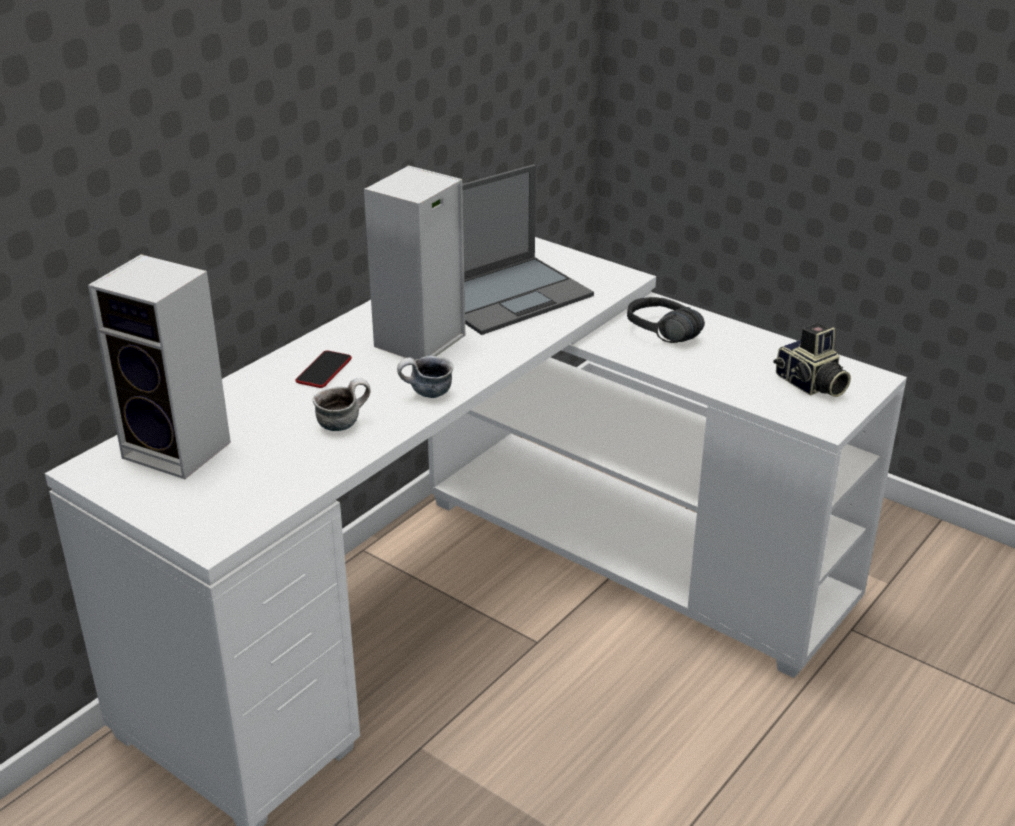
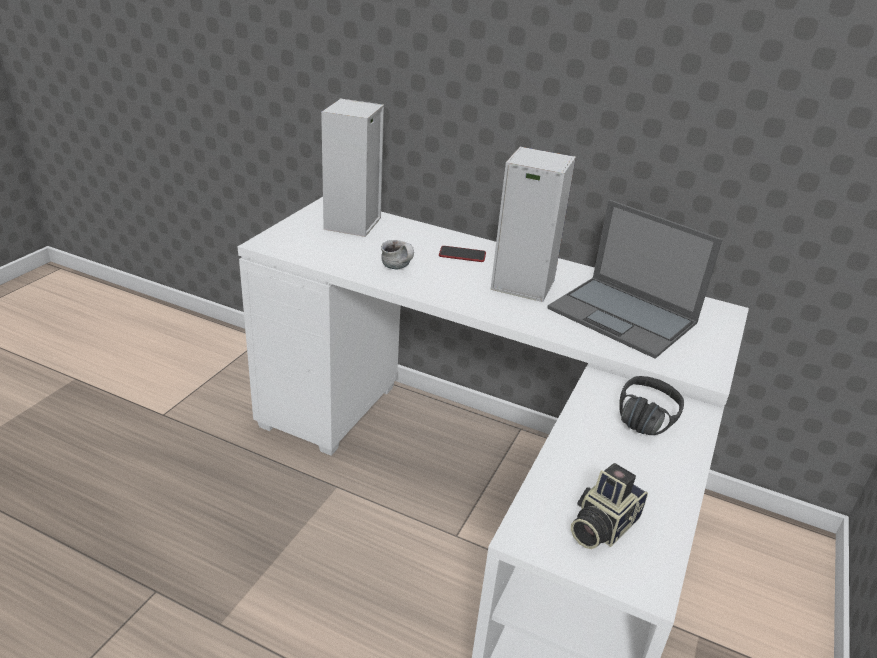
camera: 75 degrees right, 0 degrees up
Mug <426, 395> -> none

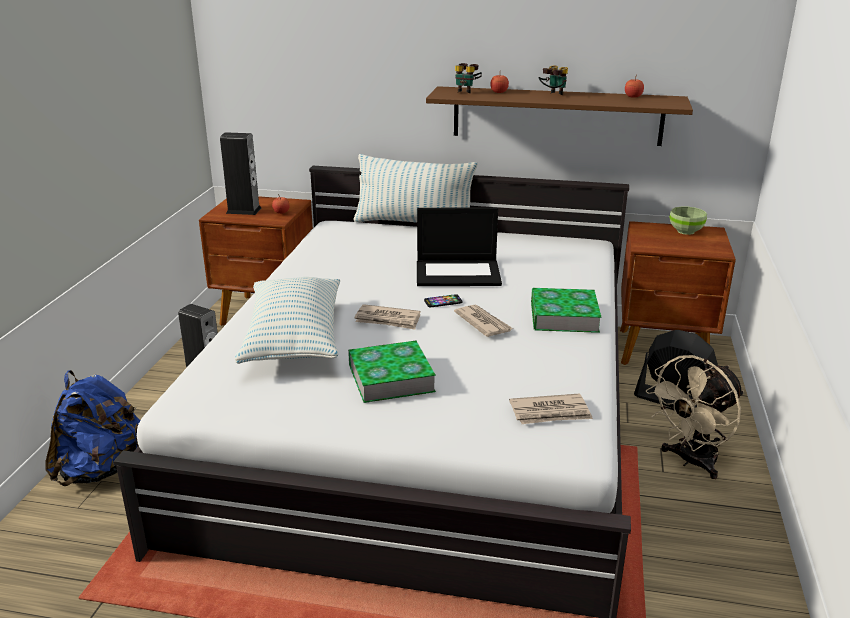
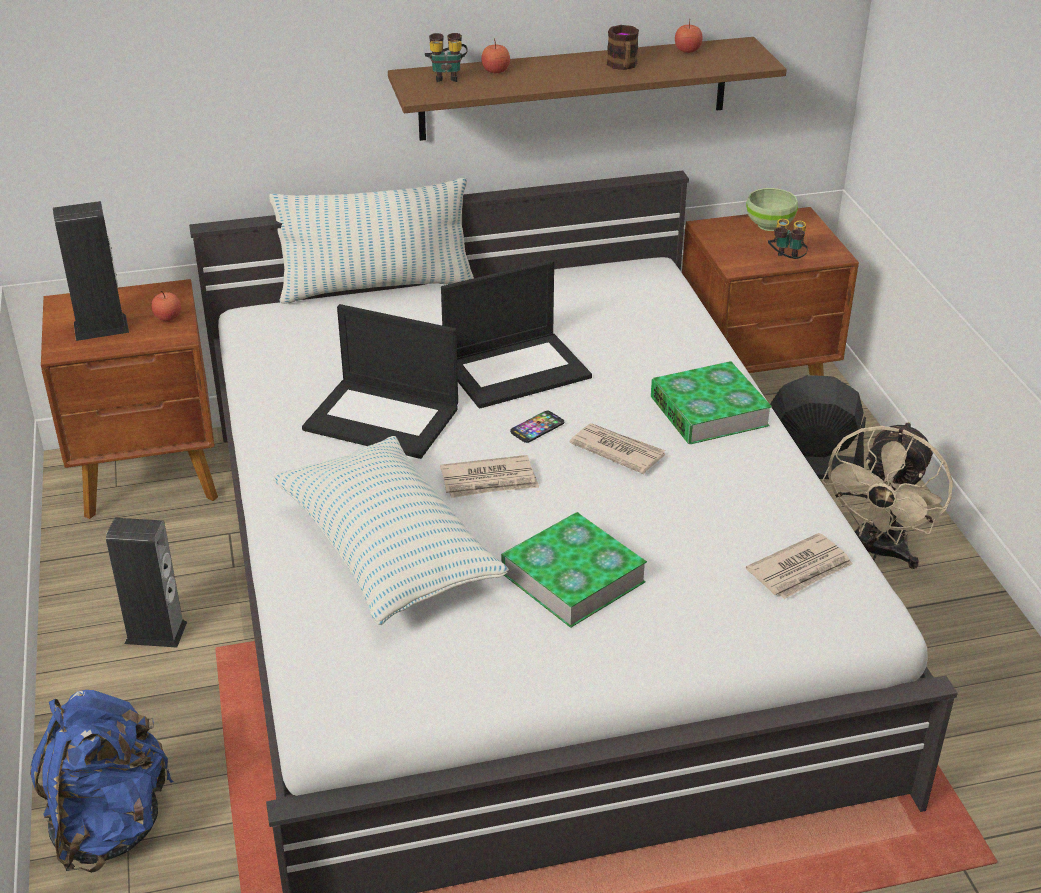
camera: 25 degrees left, 10 degrees up
Binoculars <552, 95> -> Binoculars <786, 261>, relocated
none -> Laptop <384, 418>
none -> Mug <623, 66>

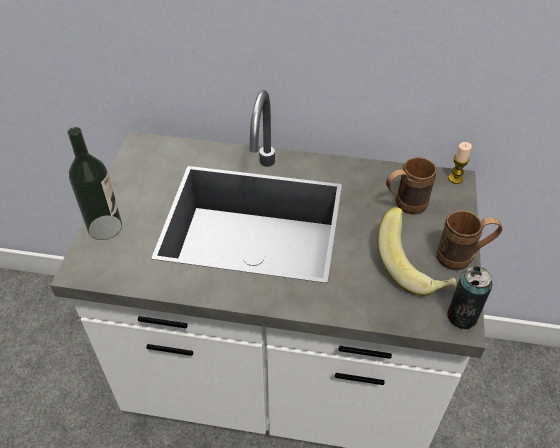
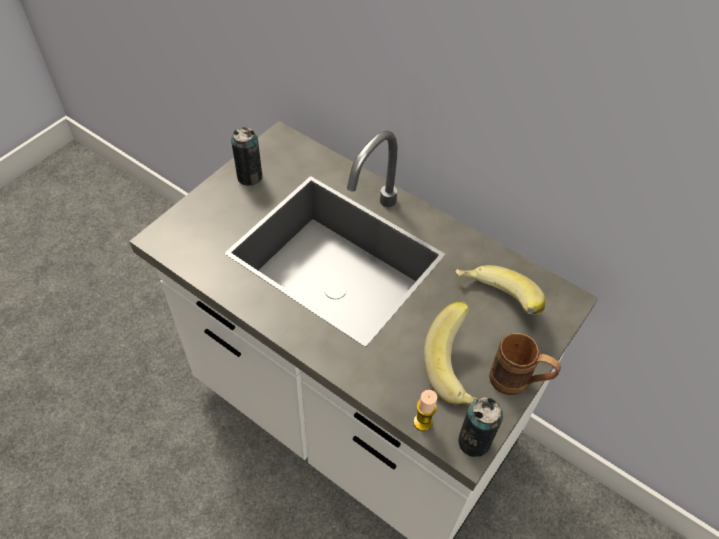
camera: 25 degrees right, 5 degrees up
Bottle <105, 227> -> none
BrownMug <404, 205> -> Banana <494, 303>
Candle <455, 178> -> Candle <422, 422>, relocated
none -> Can <249, 177>

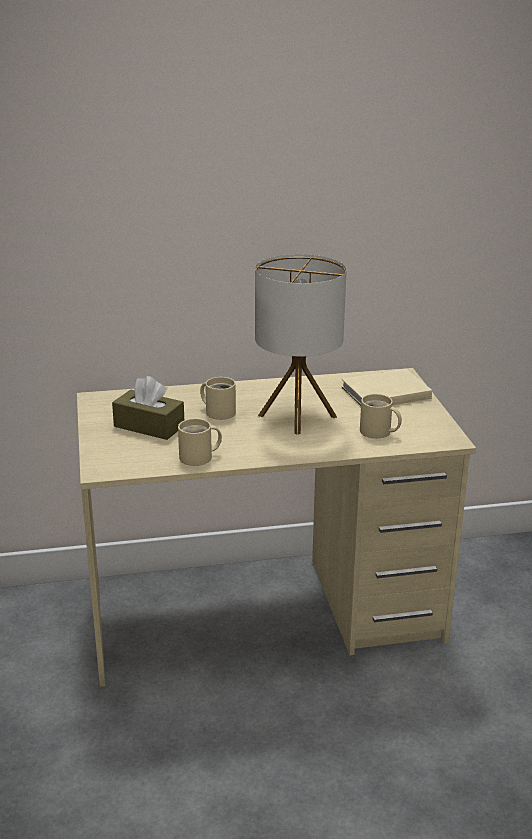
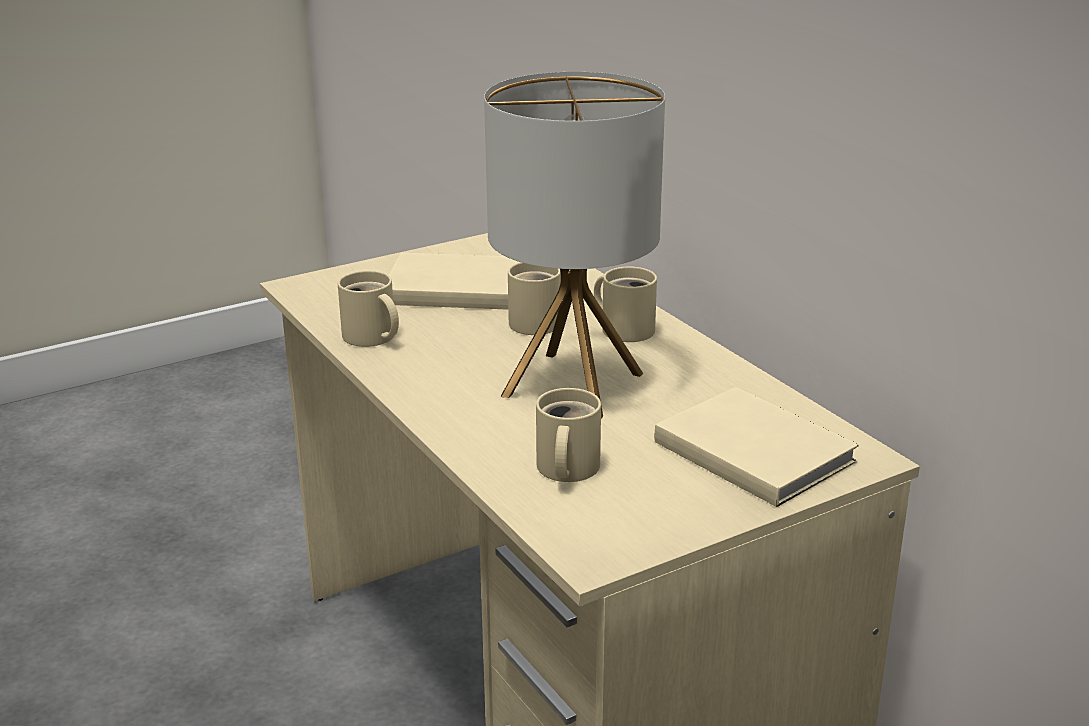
camera: 70 degrees right, 0 degrees up
BrownTissueBox <149, 426> -> BeigeBook <450, 286>
none -> BeigeMug <625, 328>

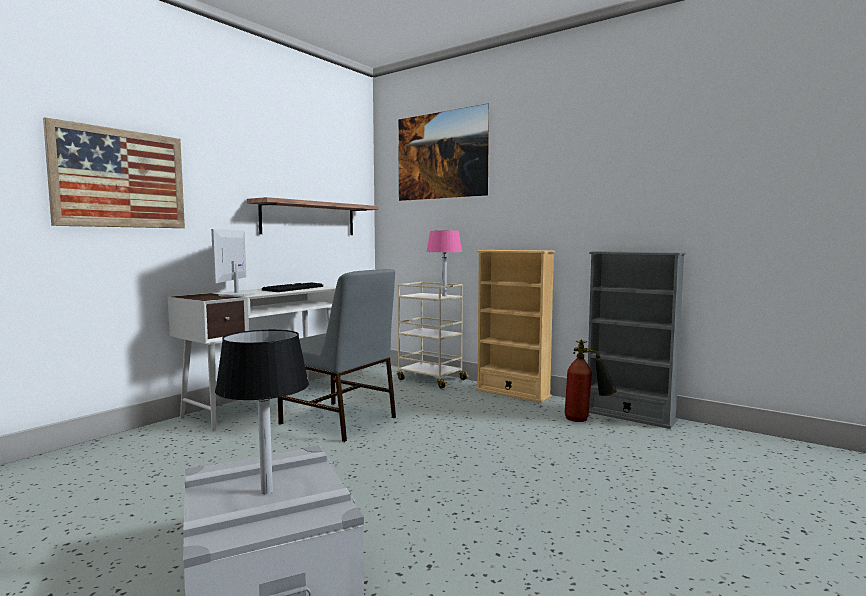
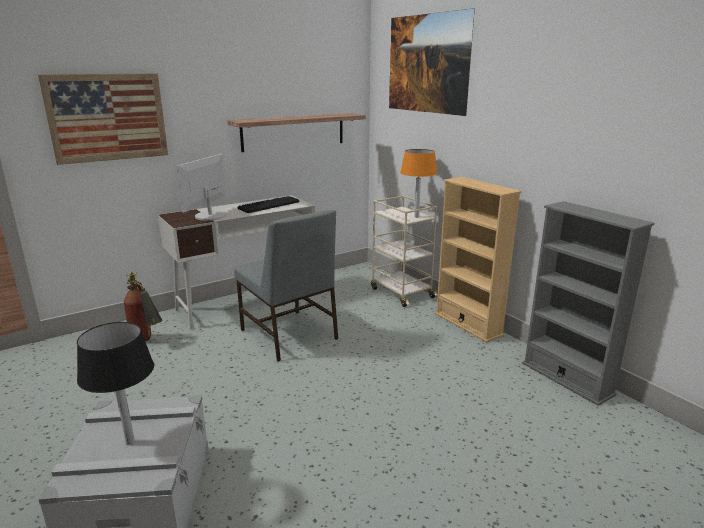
camera: 20 degrees right, 15 degrees up
PinkTableLamp <444, 296> -> OrangeTableLamp <416, 217>
FireExtinguisher <586, 420> -> FireExtinguisher <146, 341>, relocated

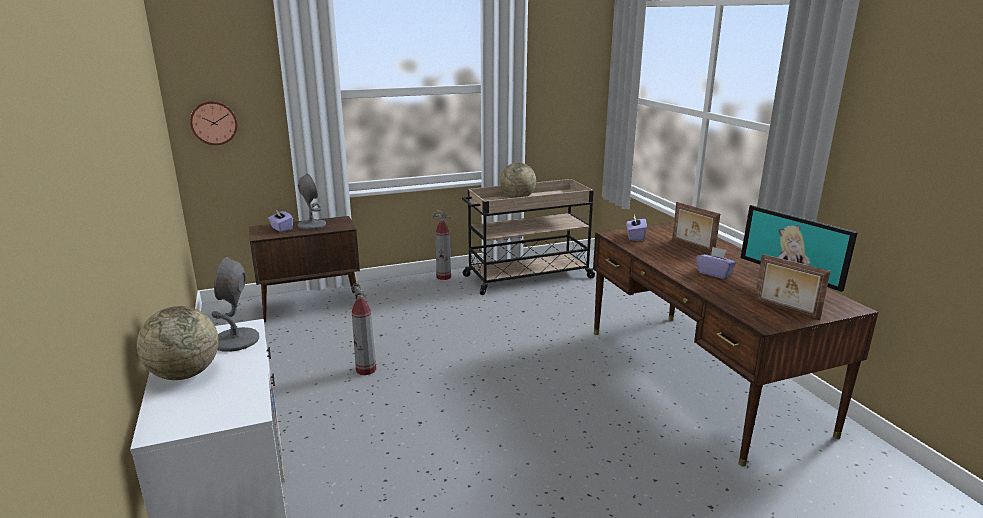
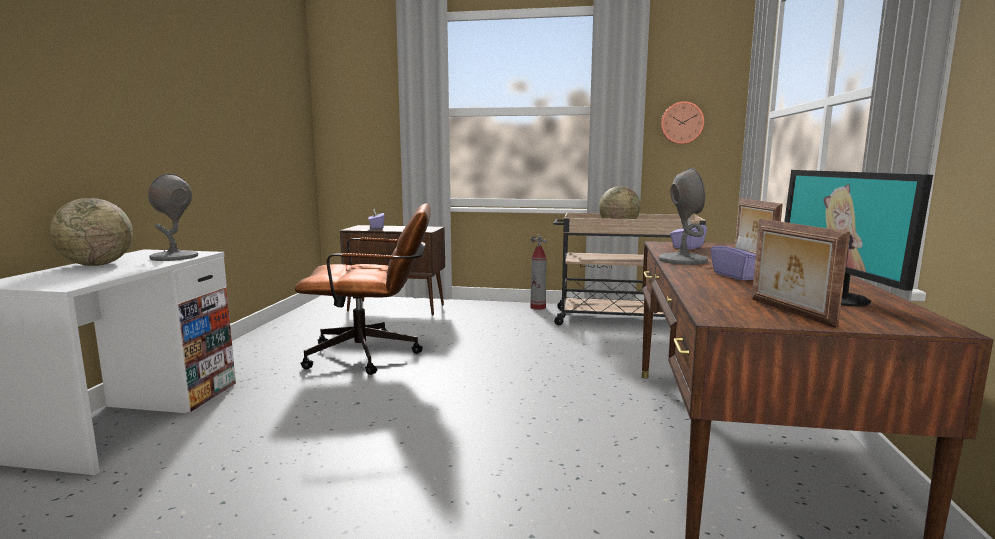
camera: 30 degrees right, 10 degrees down
WallClock <214, 122> -> WallClock <681, 123>, relocated
GreyTableLamp <311, 225> -> GreyTableLamp <682, 260>, relocated
FireExtinguisher <366, 370> -> BrownOfficeChair <373, 355>

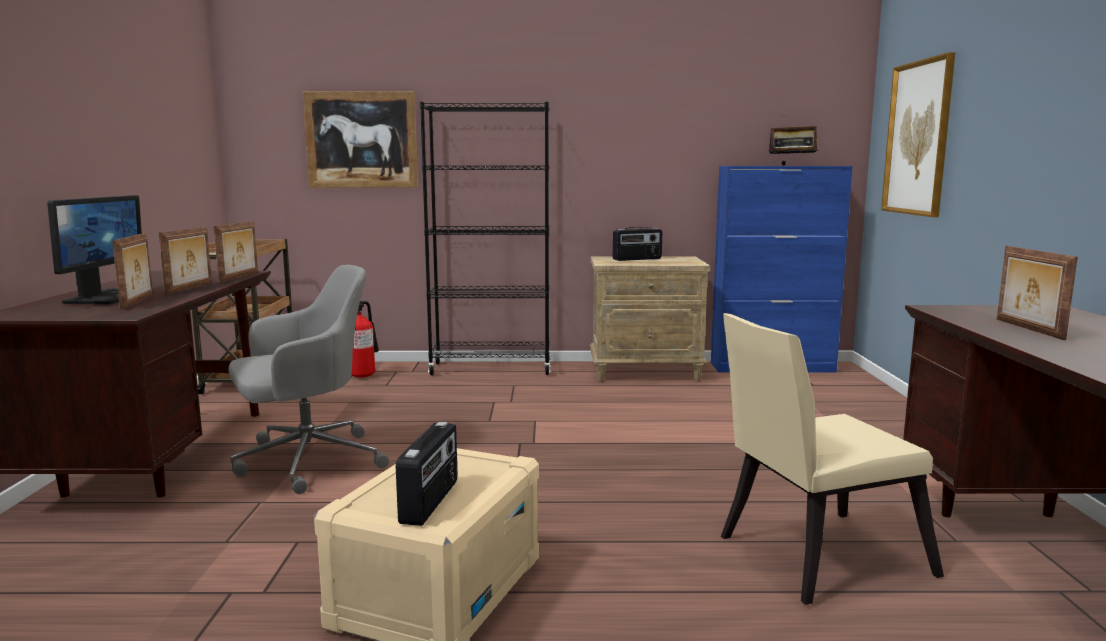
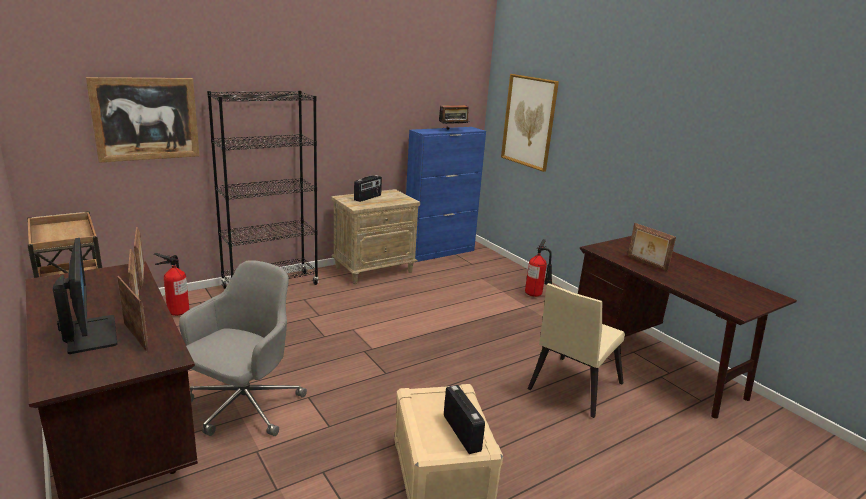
camera: 35 degrees left, 10 degrees up
none -> FireExtinguisher <536, 295>

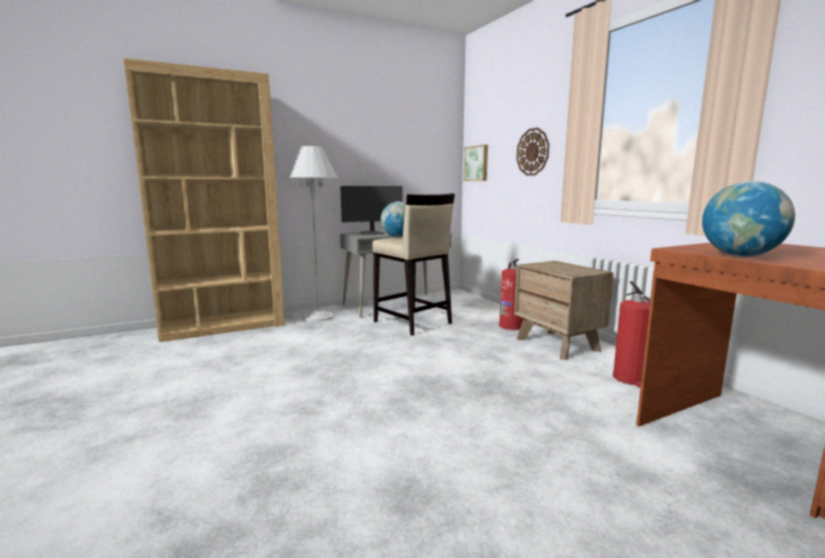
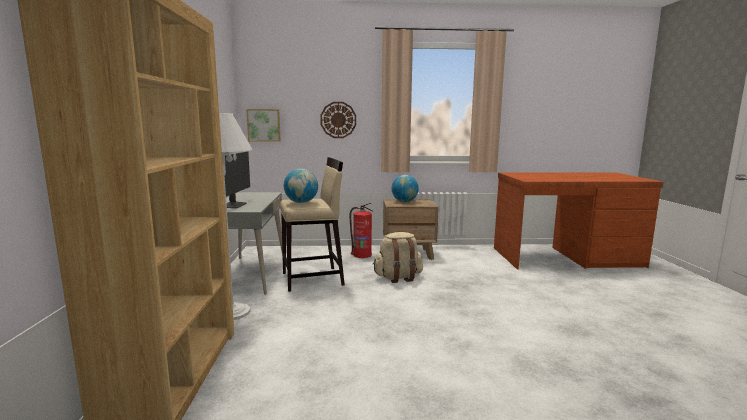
camera: 65 degrees left, 0 degrees up
FireExtinguisher <630, 378> -> none
Globe <740, 256> -> Globe <404, 201>, relocated
none -> BeigeBackpack <398, 278>

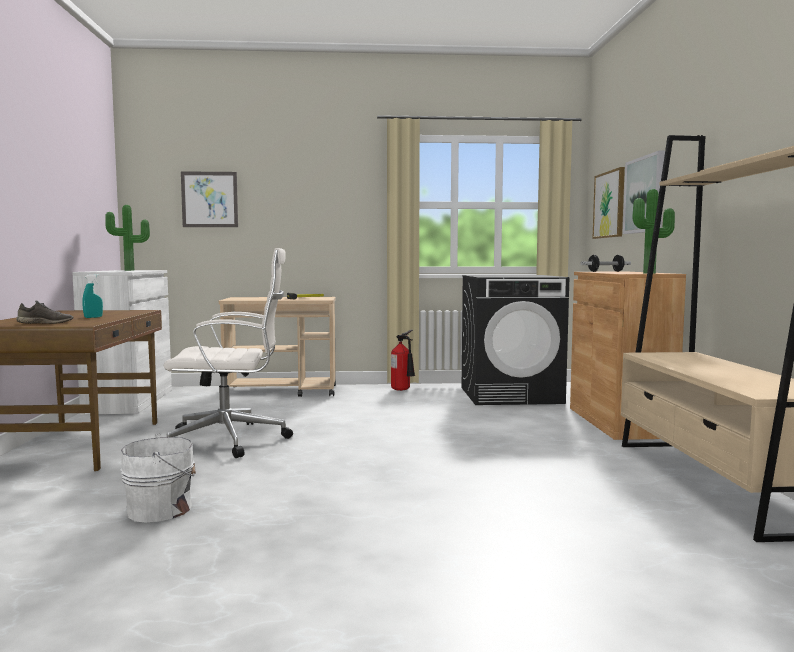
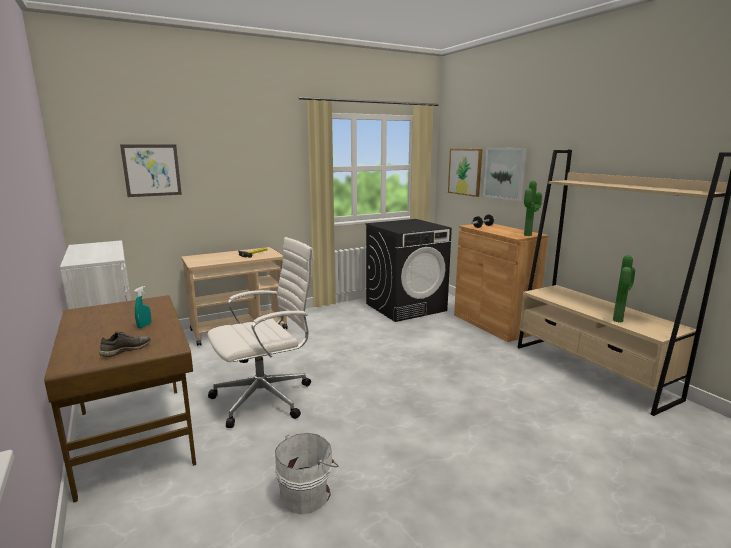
camera: 25 degrees left, 10 degrees up
PottedPlant <129, 270> -> PottedPlant <620, 321>, relocated
FireExtinguisher <403, 390> -> none

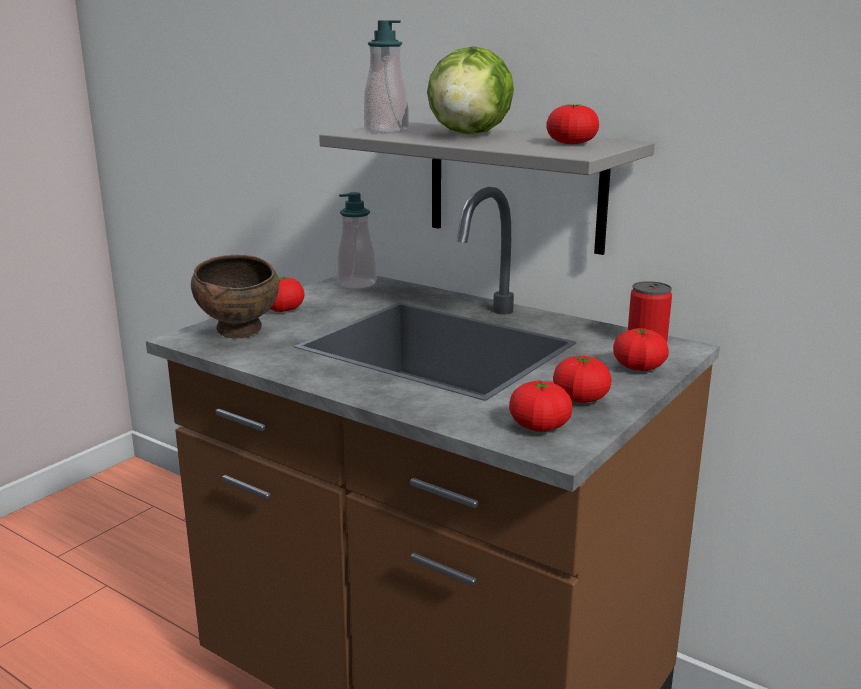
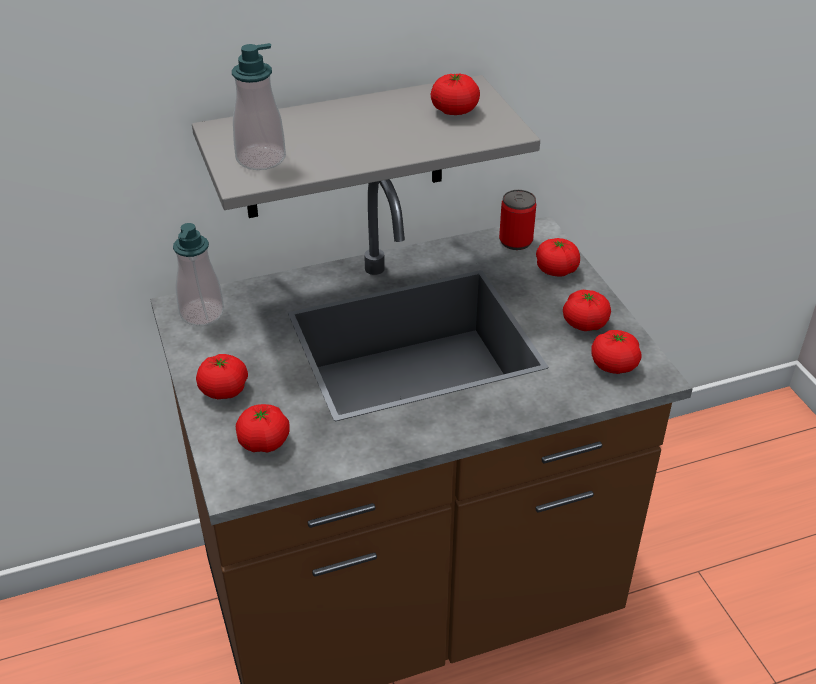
camera: 55 degrees left, 20 degrees up
BrownBowl <241, 333> -> Tomato <264, 442>
Lettuce <469, 134> -> none

